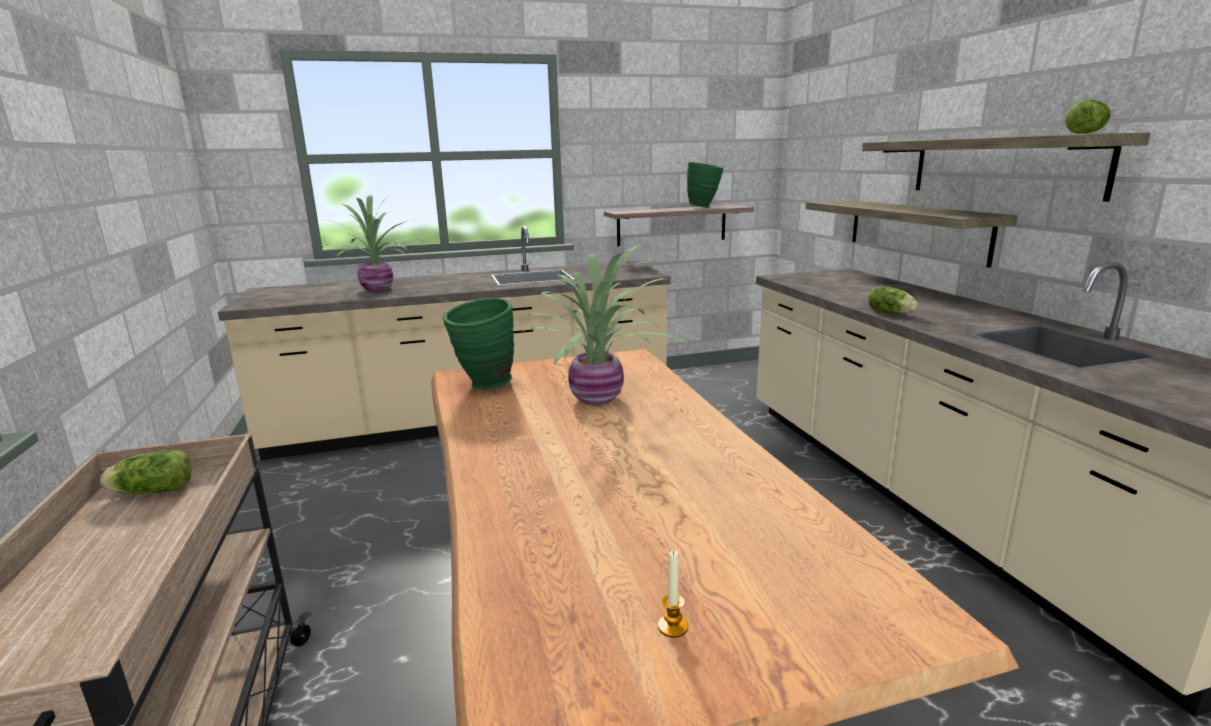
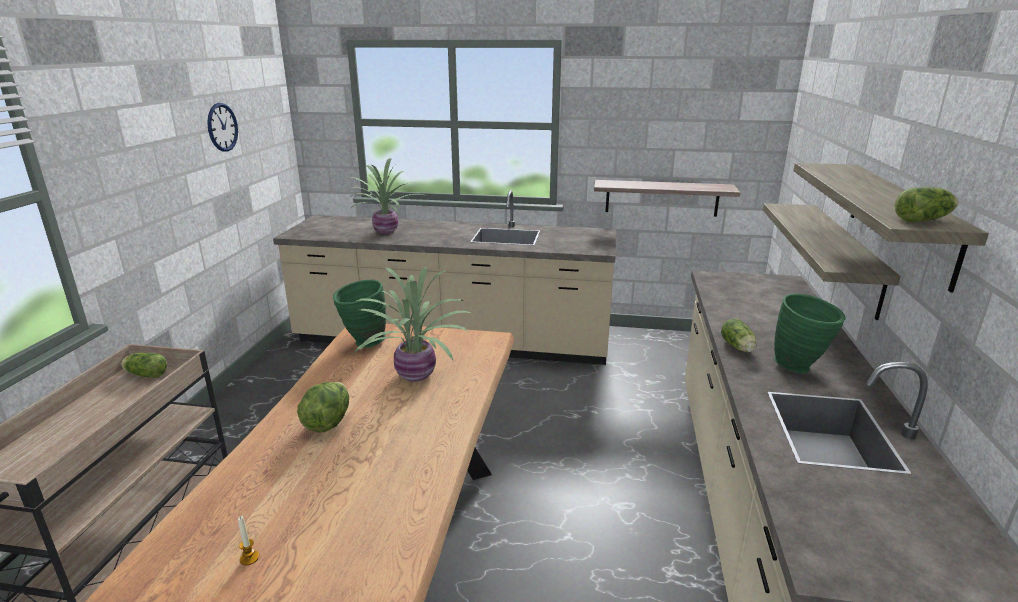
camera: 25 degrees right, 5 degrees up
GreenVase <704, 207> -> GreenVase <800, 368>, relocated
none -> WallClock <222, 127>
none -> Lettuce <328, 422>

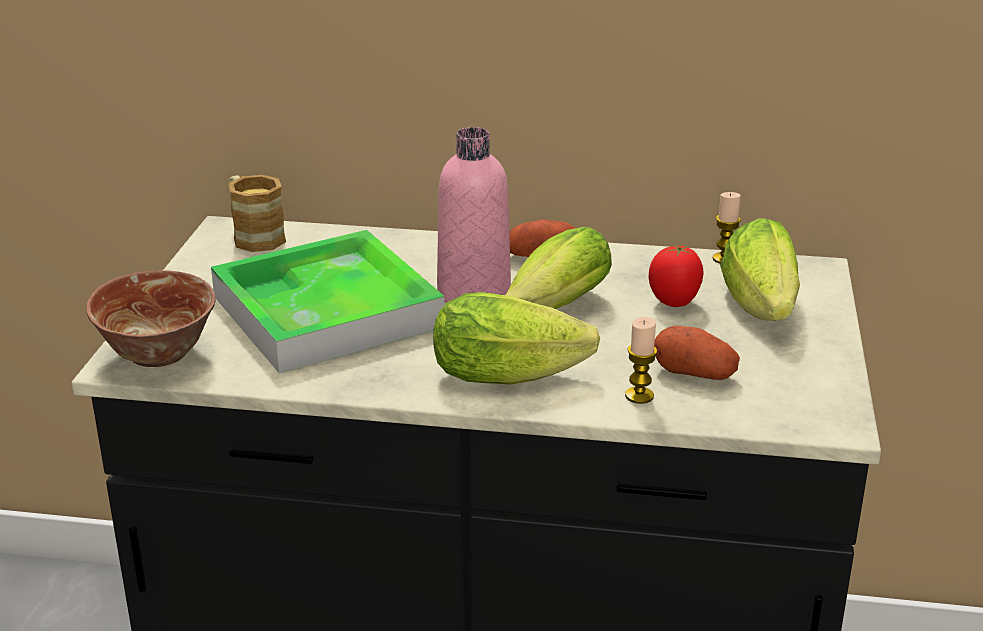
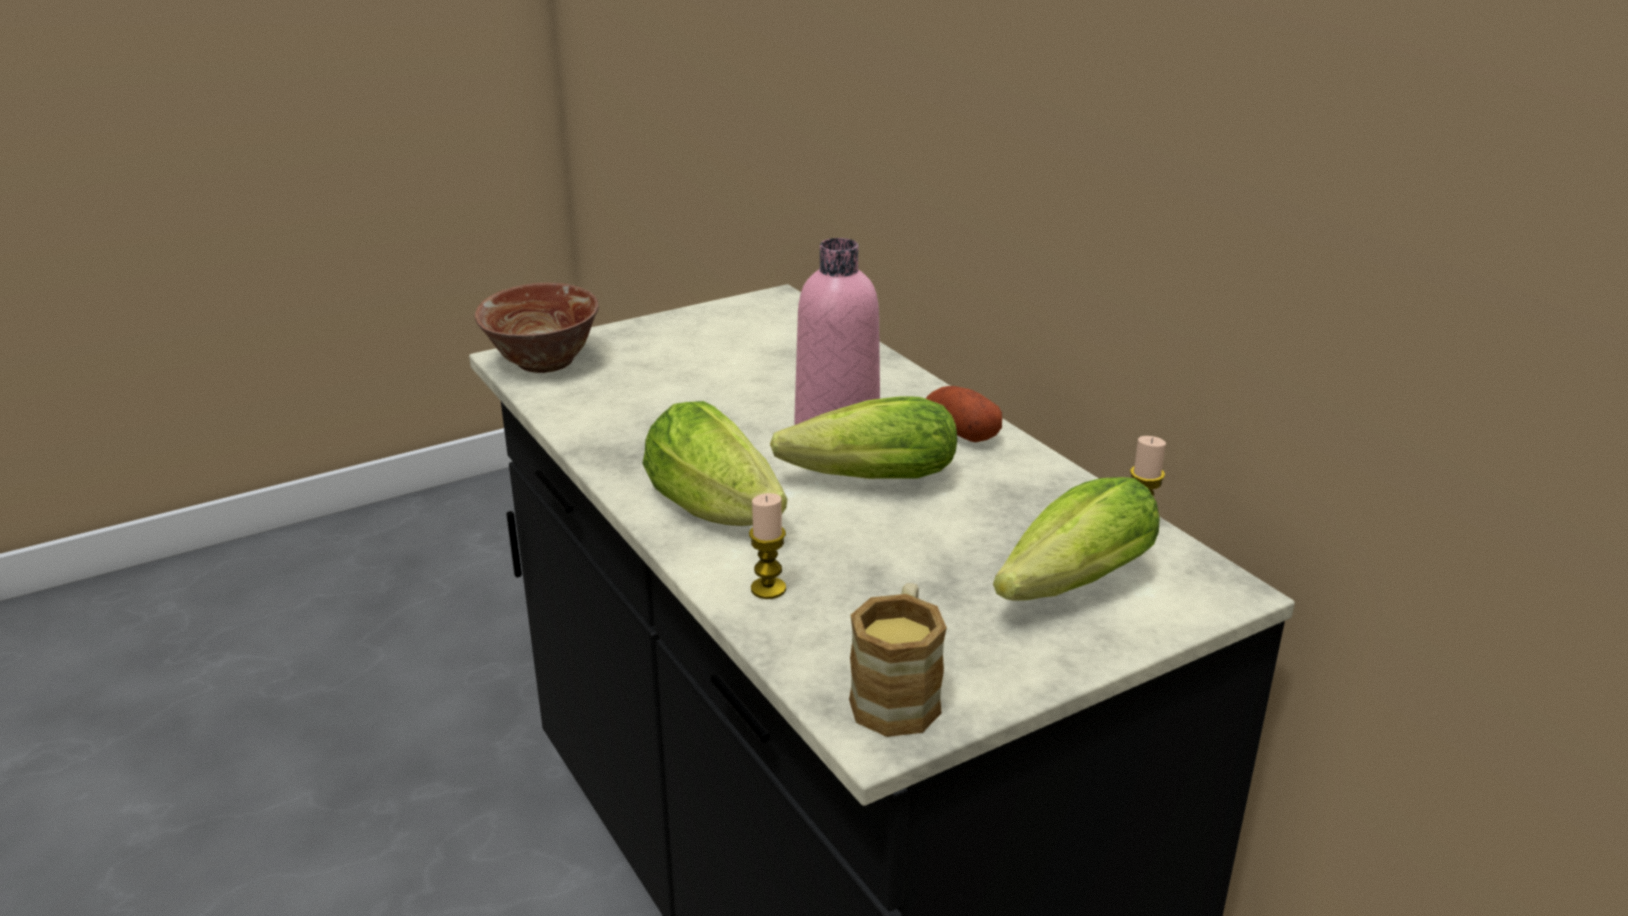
camera: 50 degrees right, 0 degrees up
Tray <327, 311> -> none
Mug <254, 236> -> Mug <898, 693>, relocated
Tomato <674, 303> -> none
Potato <694, 373> -> none

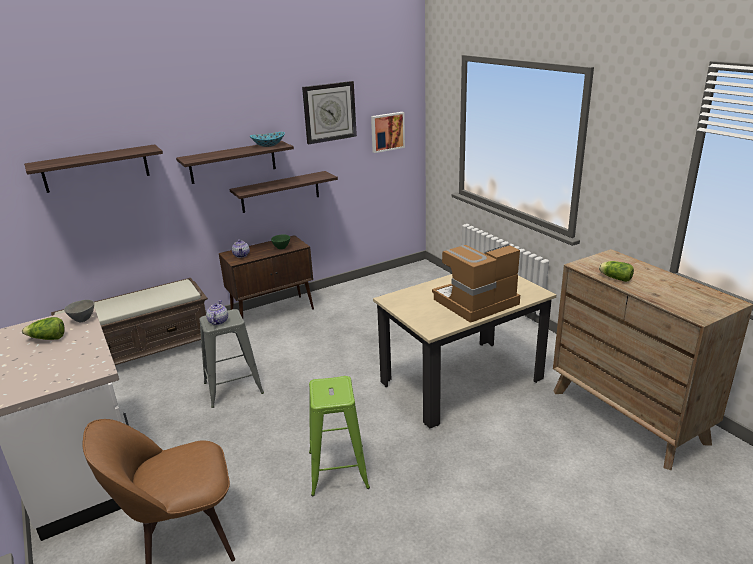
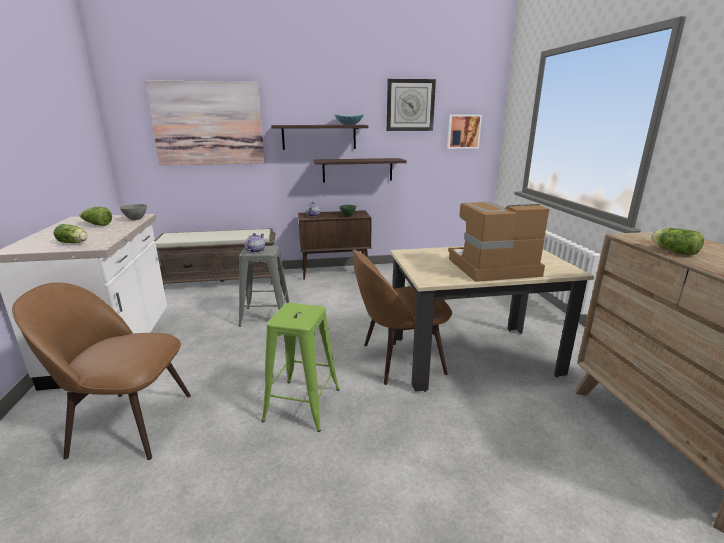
camera: 20 degrees right, 5 degrees down
Shelf <96, 168> -> Picture <208, 124>
none -> Lettuce <74, 243>
none -> BrownChair <399, 359>

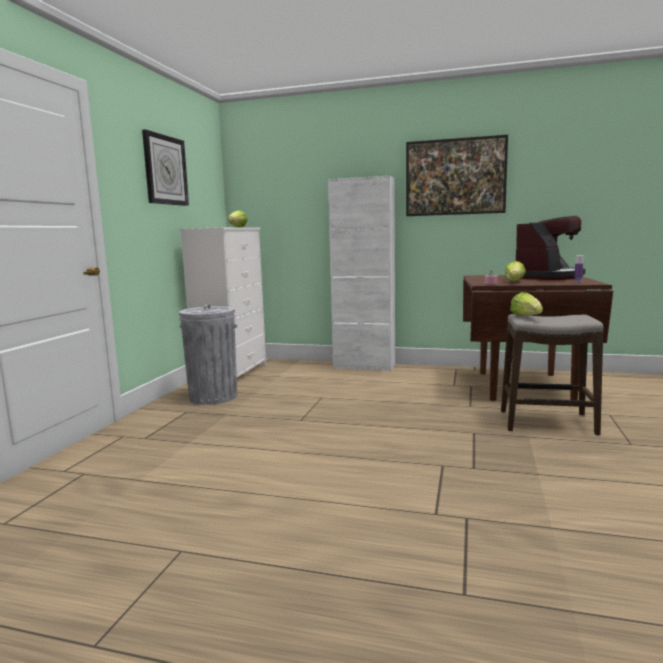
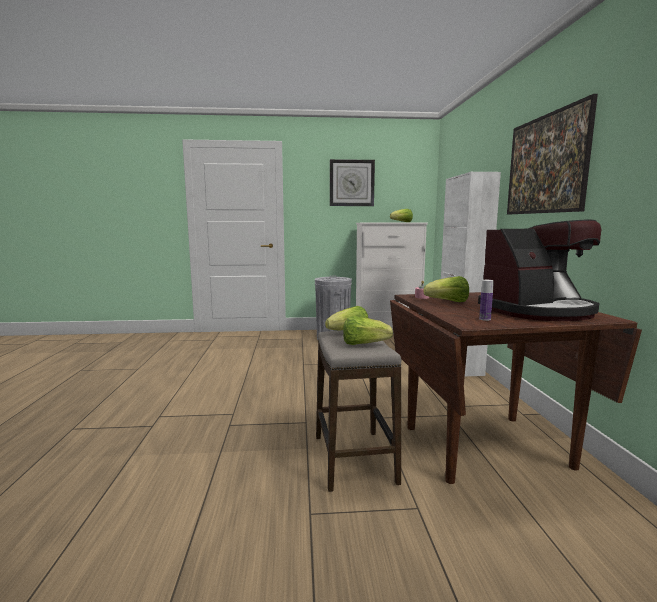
camera: 70 degrees right, 0 degrees up
CoffeeMachine <549, 277> -> CoffeeMachine <538, 311>, 45 degrees counterclockwise
none -> Lettuce <364, 344>

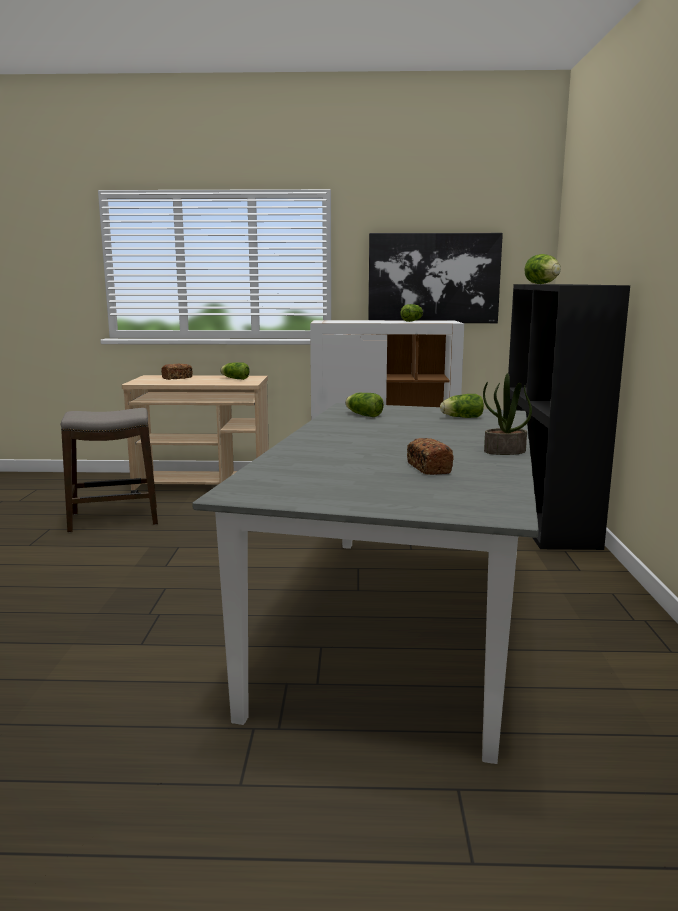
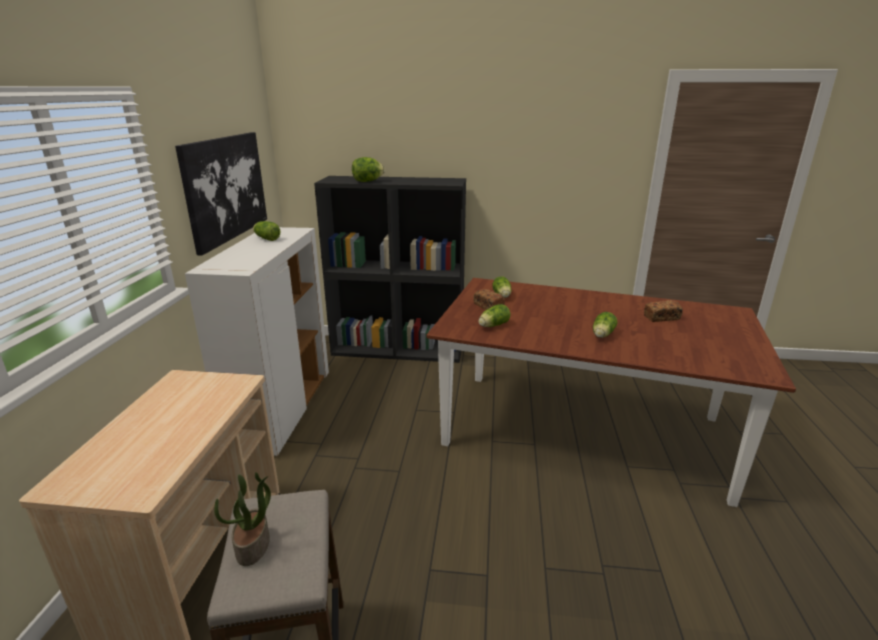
camera: 85 degrees left, 10 degrees up
Bread <177, 378> -> Bread <488, 307>, relocated
GreyDiningTable <399, 623> -> BrownDiningTable <583, 430>
Lettuce <234, 378> -> Lettuce <602, 335>, relocated
PottedPlant <504, 452> -> PottedPlant <253, 546>, relocated

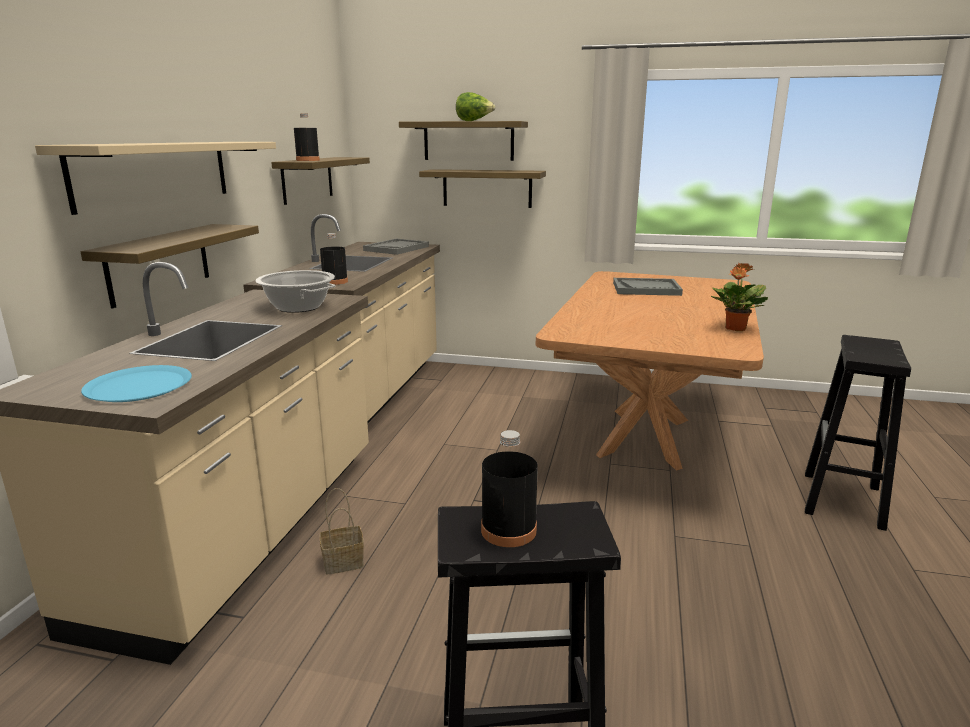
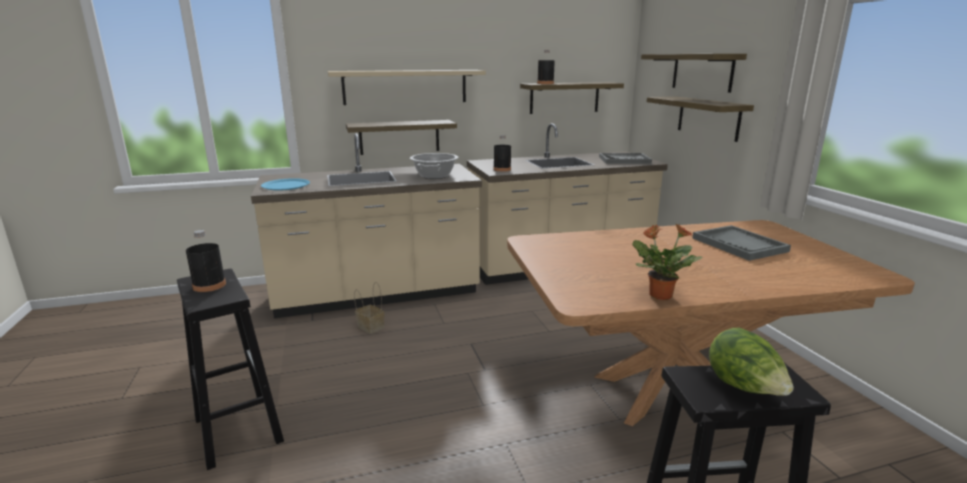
camera: 60 degrees right, 0 degrees up
Lettuce <474, 121> -> Lettuce <745, 388>, relocated

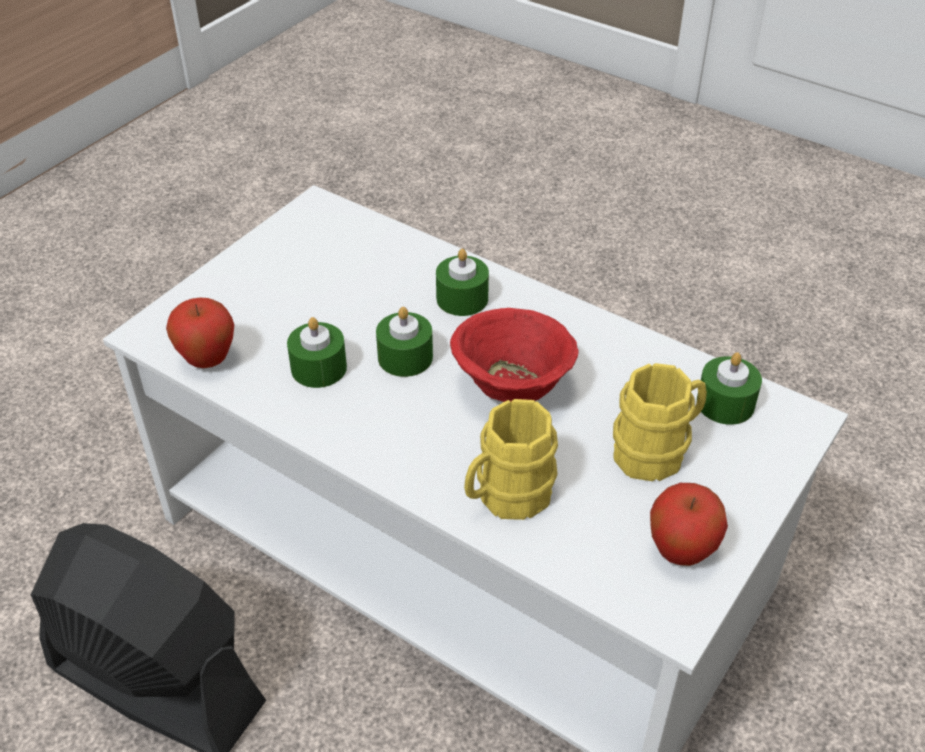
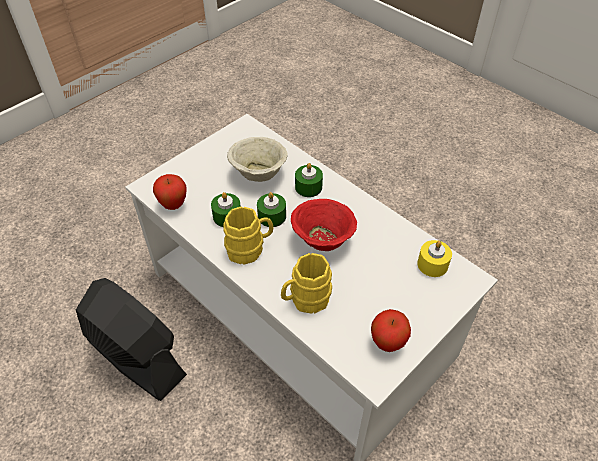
camera: 10 degrees right, 5 degrees up
YellowMug <657, 450> -> YellowMug <250, 249>, relocated
GreenCandle <725, 403> -> YellowCandle <432, 264>
none -> BeigeBowl <258, 175>

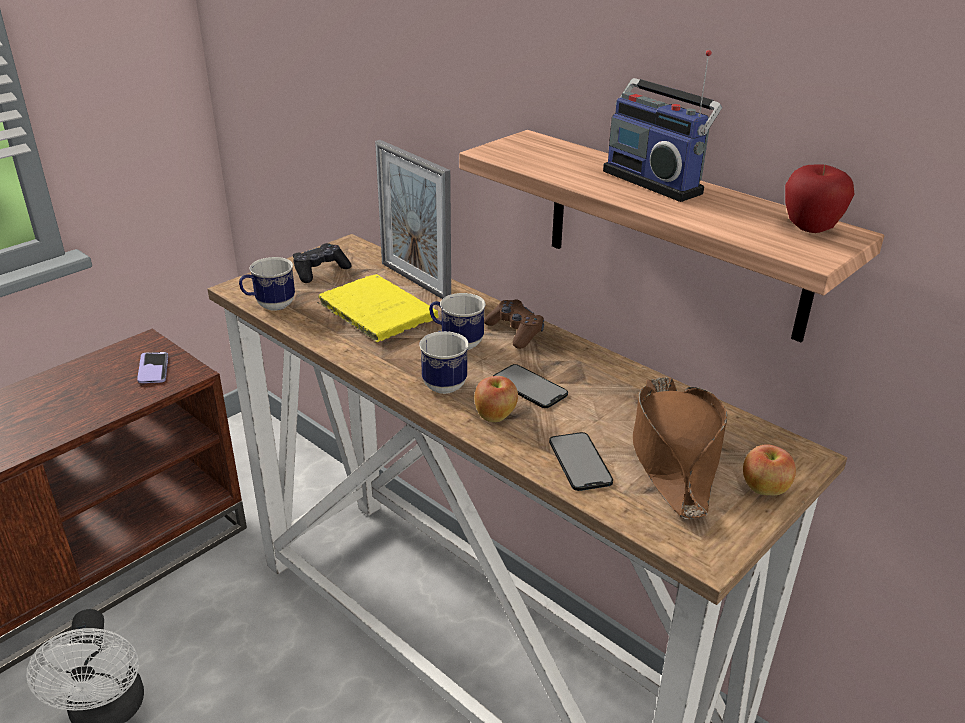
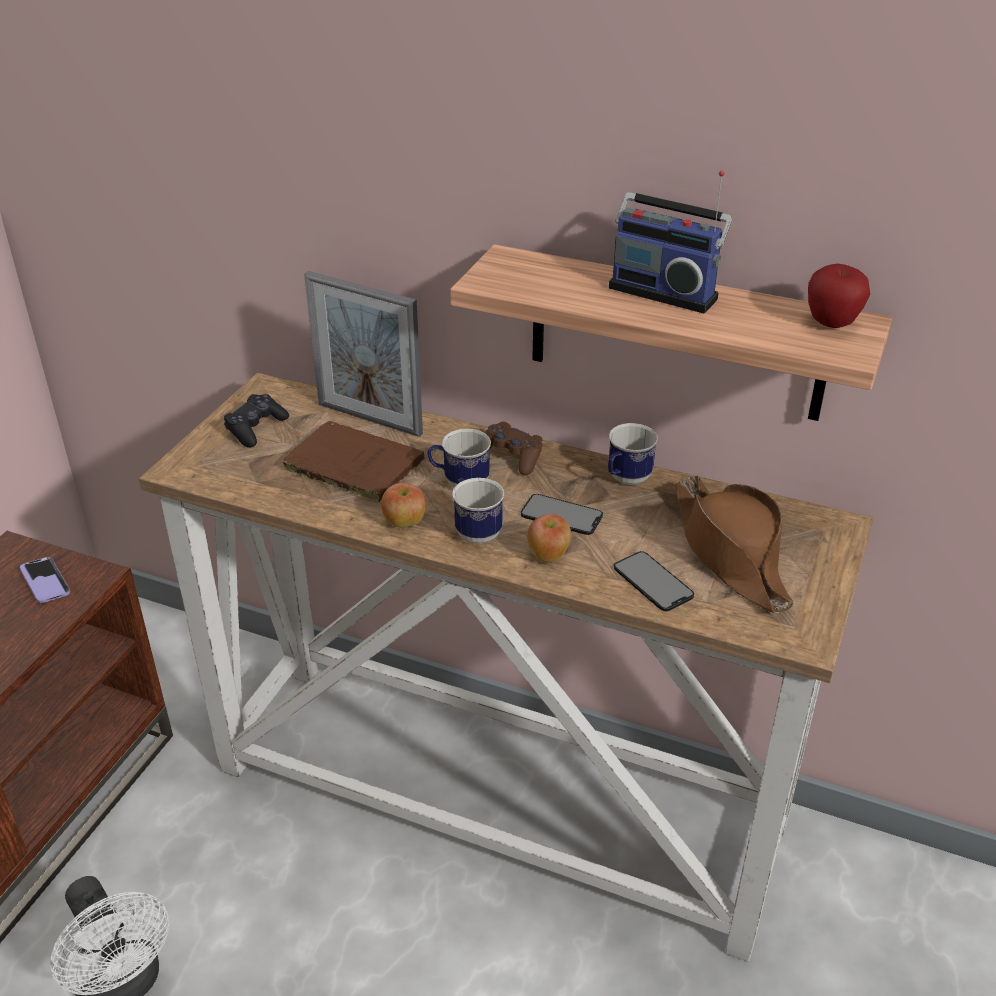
camera: 20 degrees left, 5 degrees up
Mug <270, 306> -> Mug <625, 480>, relocated
YellowBook <375, 310> -> BrownBook <350, 464>
Apple <764, 490> -> Apple <404, 523>, relocated

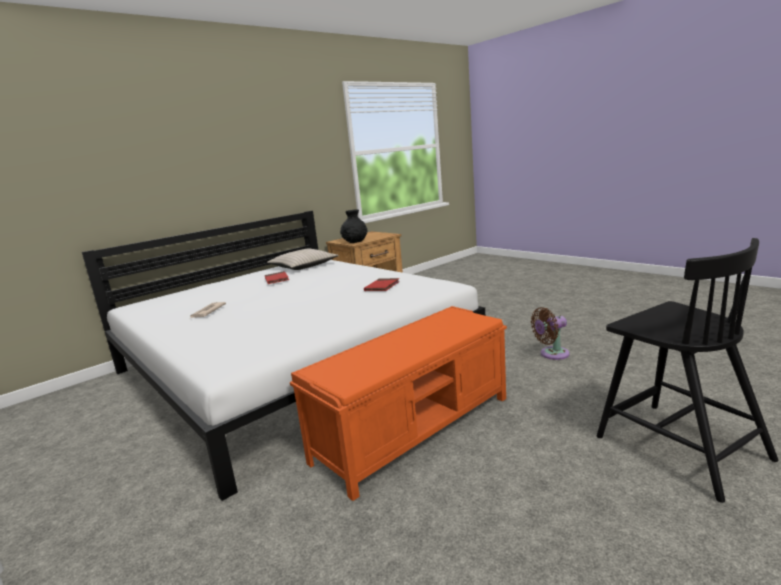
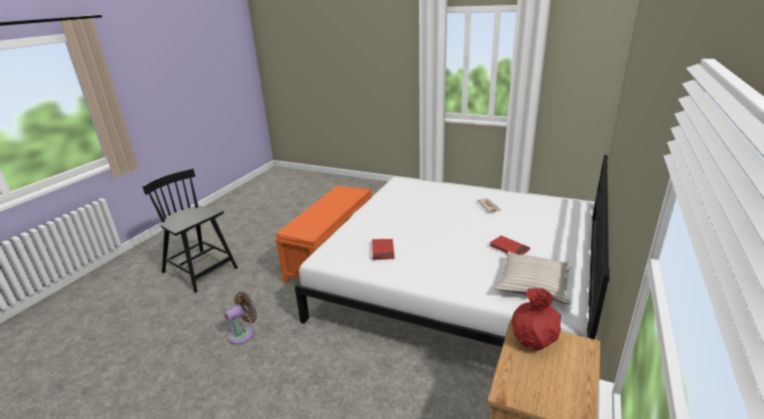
camera: 155 degrees right, 10 degrees up
BlackVase <355, 241> -> RedVase <533, 339>

